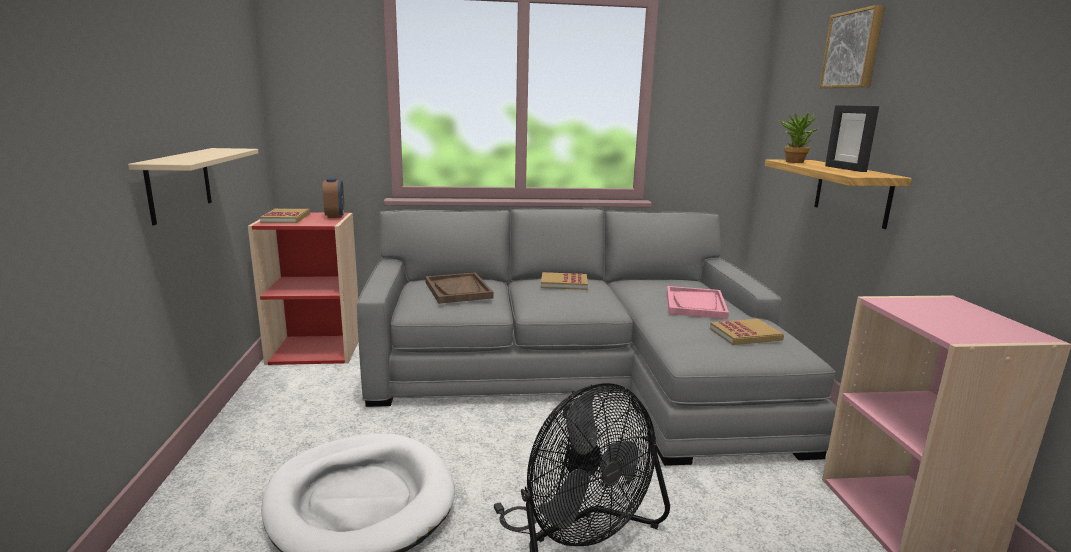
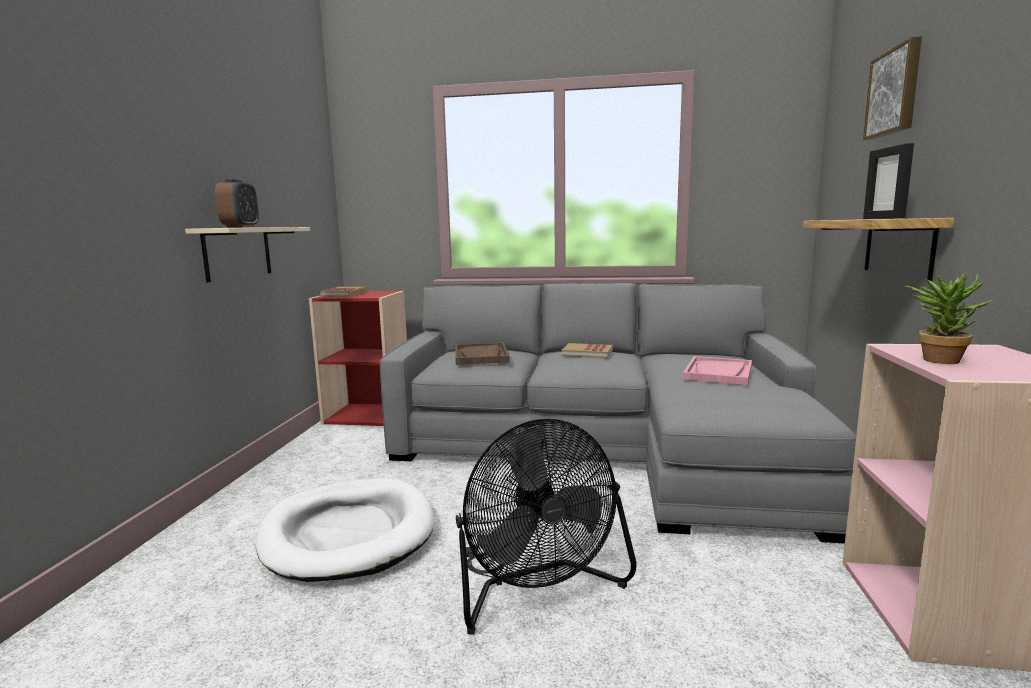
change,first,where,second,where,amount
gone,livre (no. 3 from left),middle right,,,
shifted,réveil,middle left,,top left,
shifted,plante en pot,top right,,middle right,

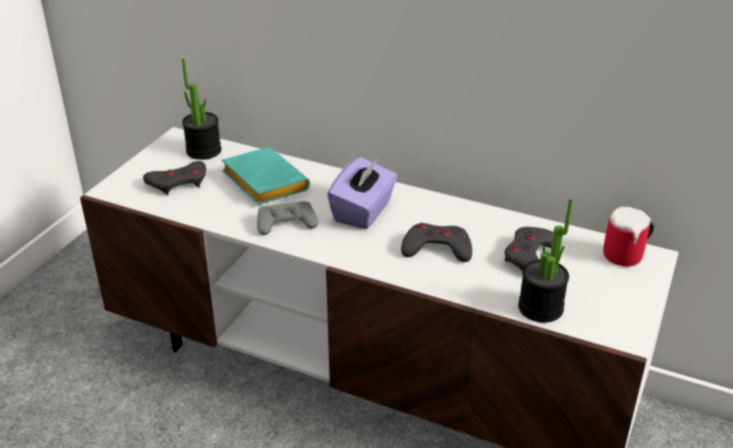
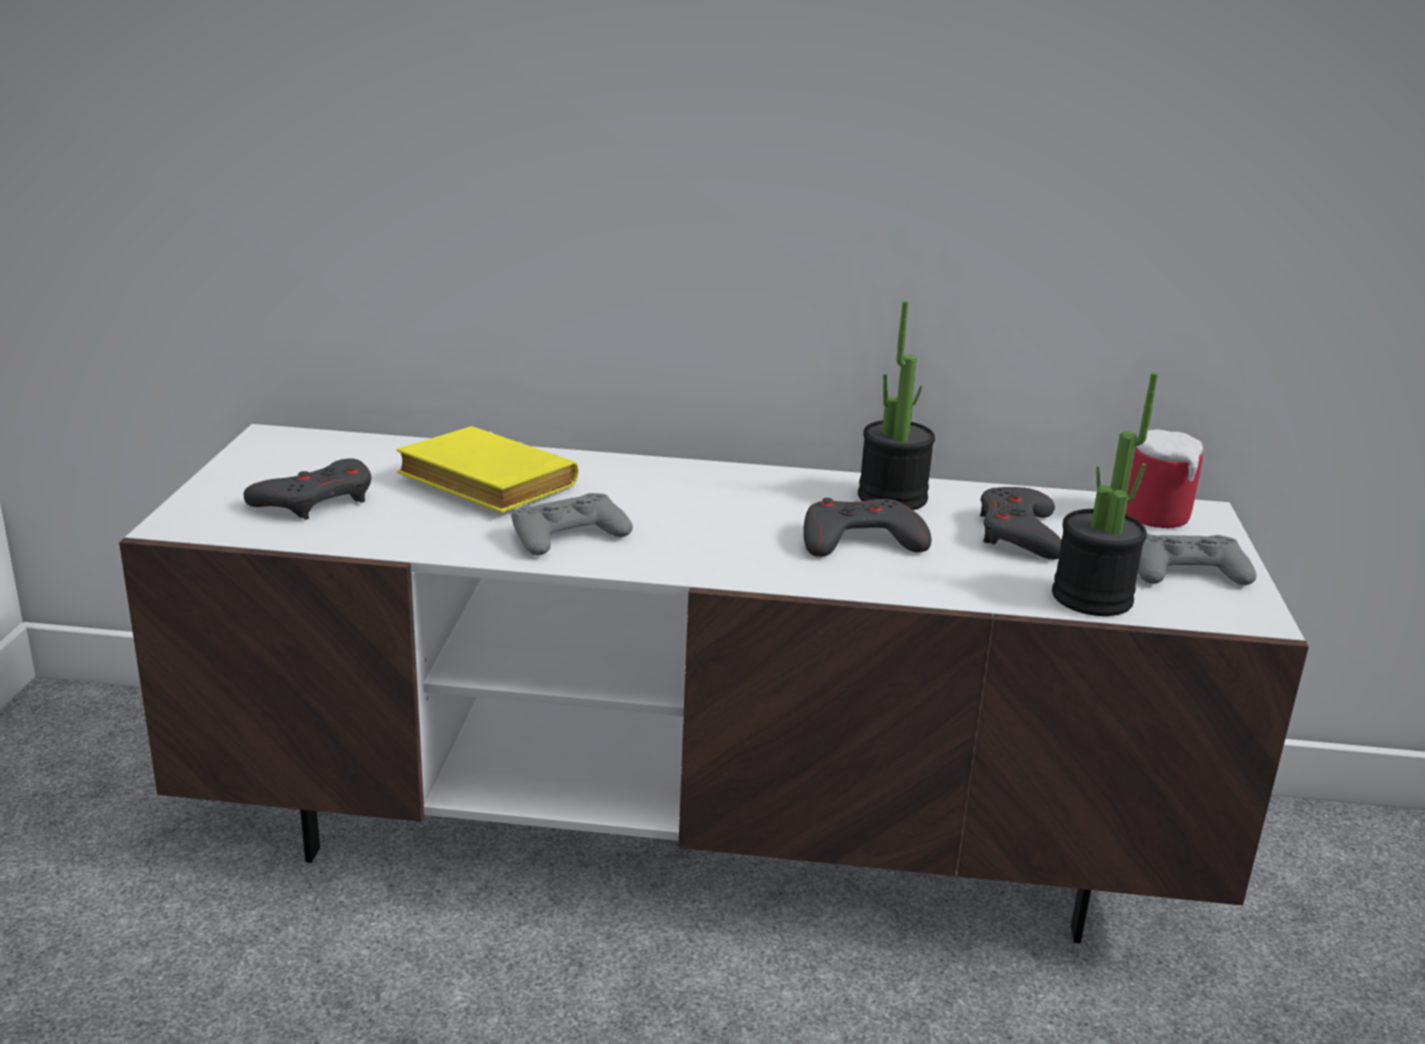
change,first,where,second,where,amount
gone,boîte à mouchoirs/violet,centre,,,
new,,,manette/gris (no. 5 from left),middle right,
shifted,plante en pot (no. 1 from left),top left,,centre,
repainted,livre/turquoise,centre,livre/jaune,centre,

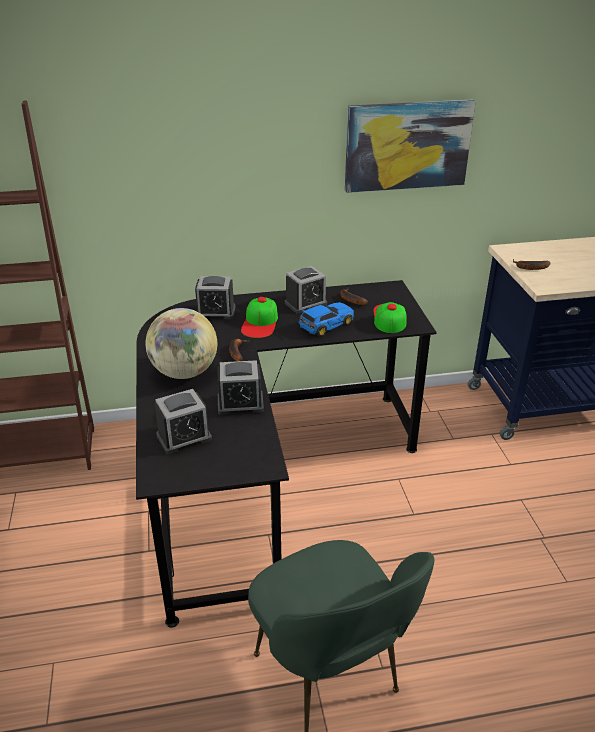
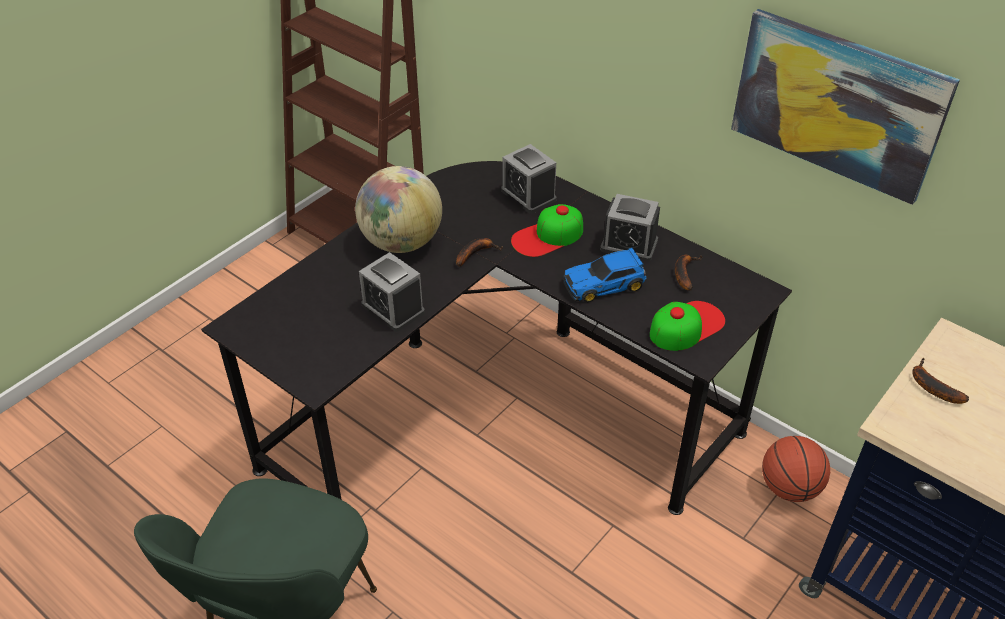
change,first,where,second,where,amount
gone,réveil (no. 1 from left),middle left,,,
new,,,ballon de basket,bottom right,
rotated,petite voiture,centre,,centre,150 degrees clockwise

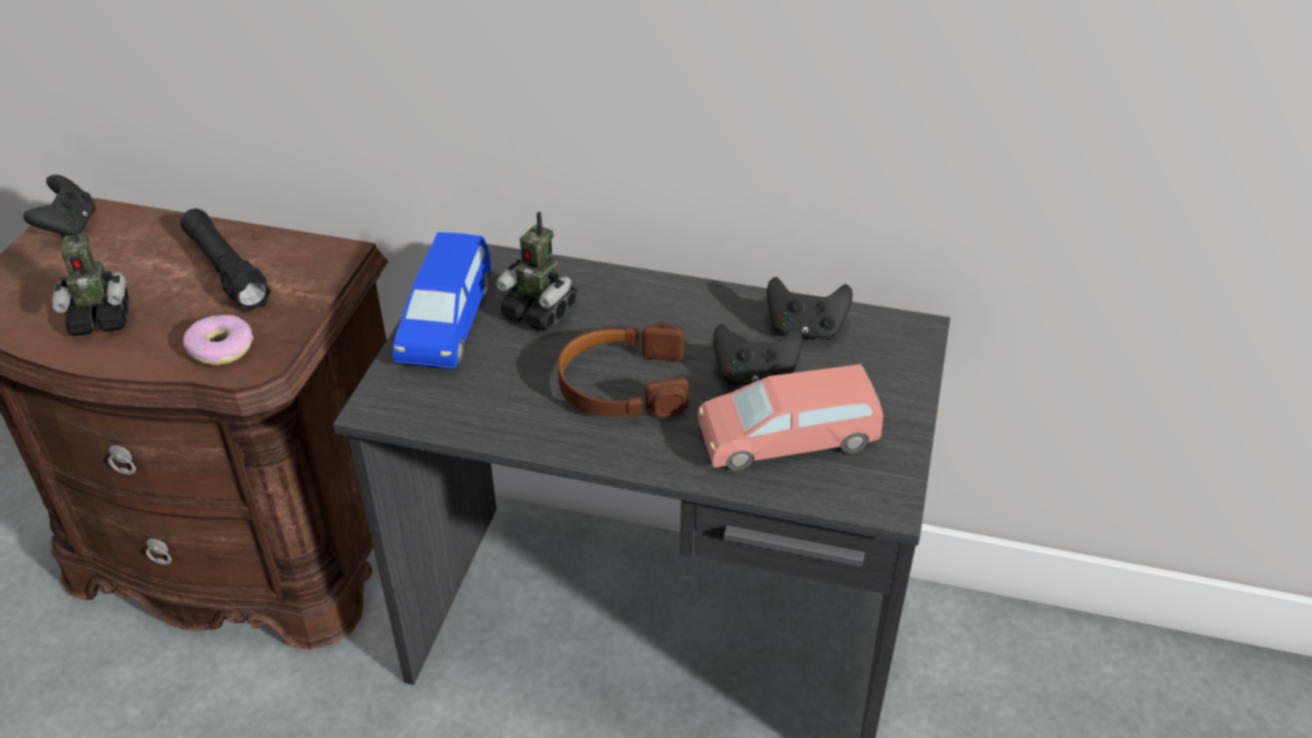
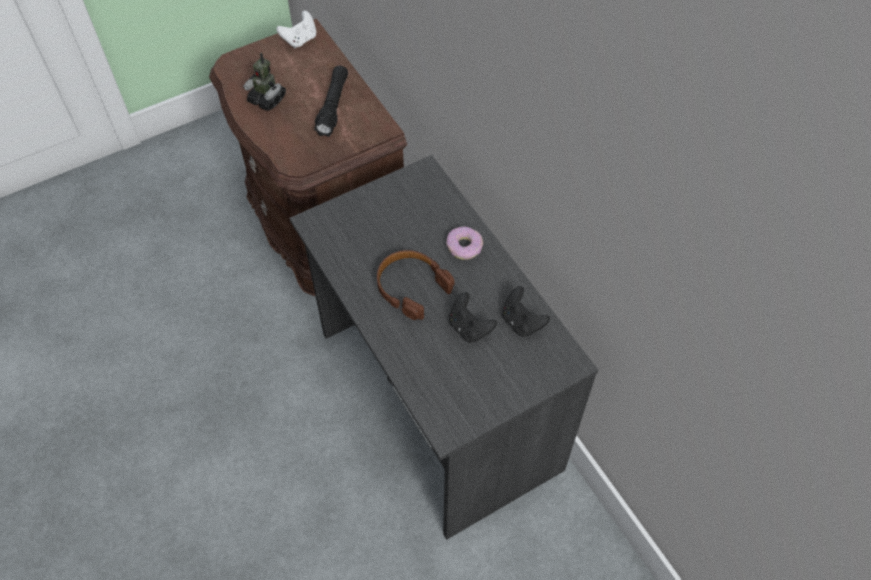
change,first,where,second,where,amount
gone,petite voiture/bleu,centre,,,
gone,robot jouet (no. 2 from left),centre,,,
gone,petite voiture/rose,centre,,,
shifted,beignet,middle left,,centre,
repainted,manette/noir (no. 1 from left),top left,manette/blanc,top centre,

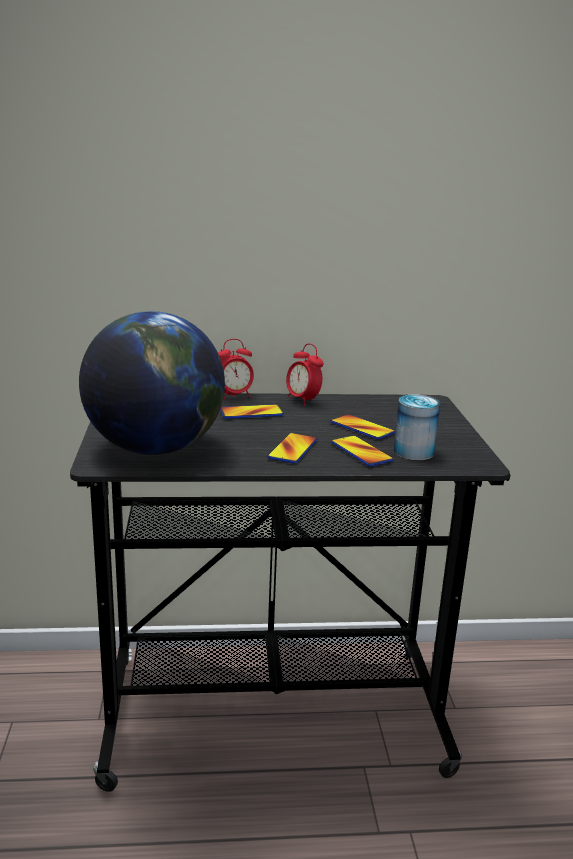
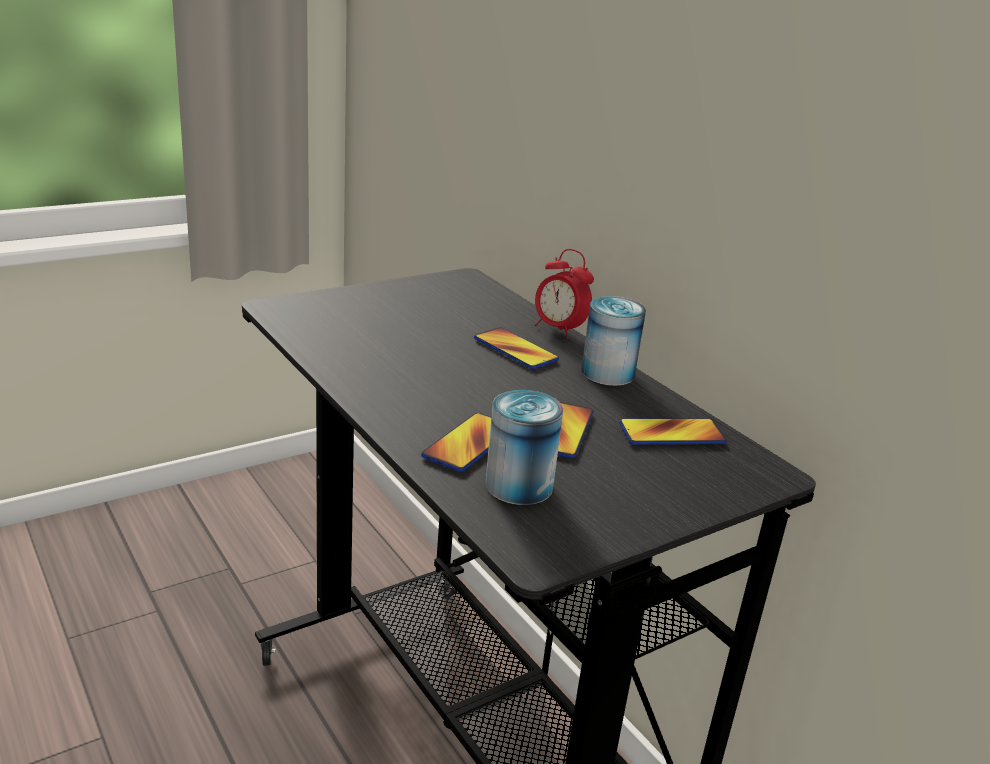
change,first,where,second,where,amount
gone,globe,middle left,,,
shifted,téléphone (no. 2 from left in the first image),centre,téléphone (no. 4 from left),middle right,
swapped,réveil (no. 2 from left),centre,boîte métallique (no. 2 from left),centre,

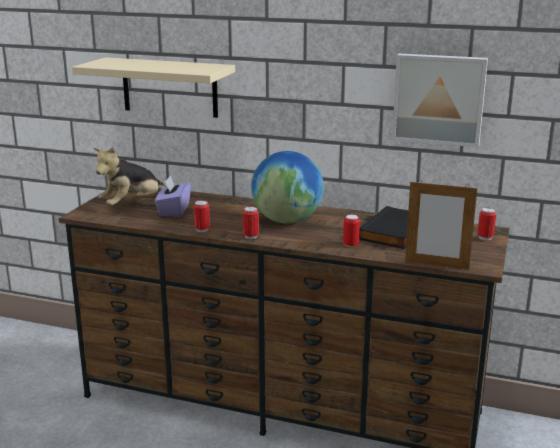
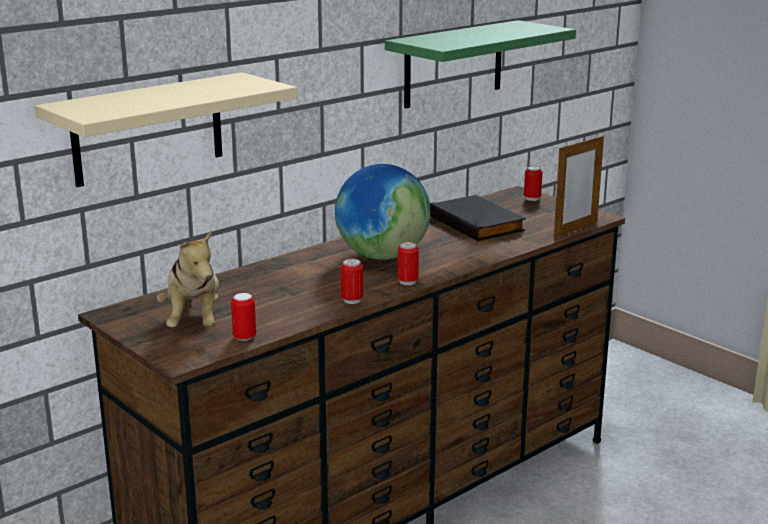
change,first,where,second,where,amount
gone,boîte à mouchoirs/violet,middle left,,,
shifted,boîte métallique (no. 3 from left in the first image),centre,boîte métallique (no. 1 from left),middle left,
swapped,tableau,top right,étagère/vert,top centre,

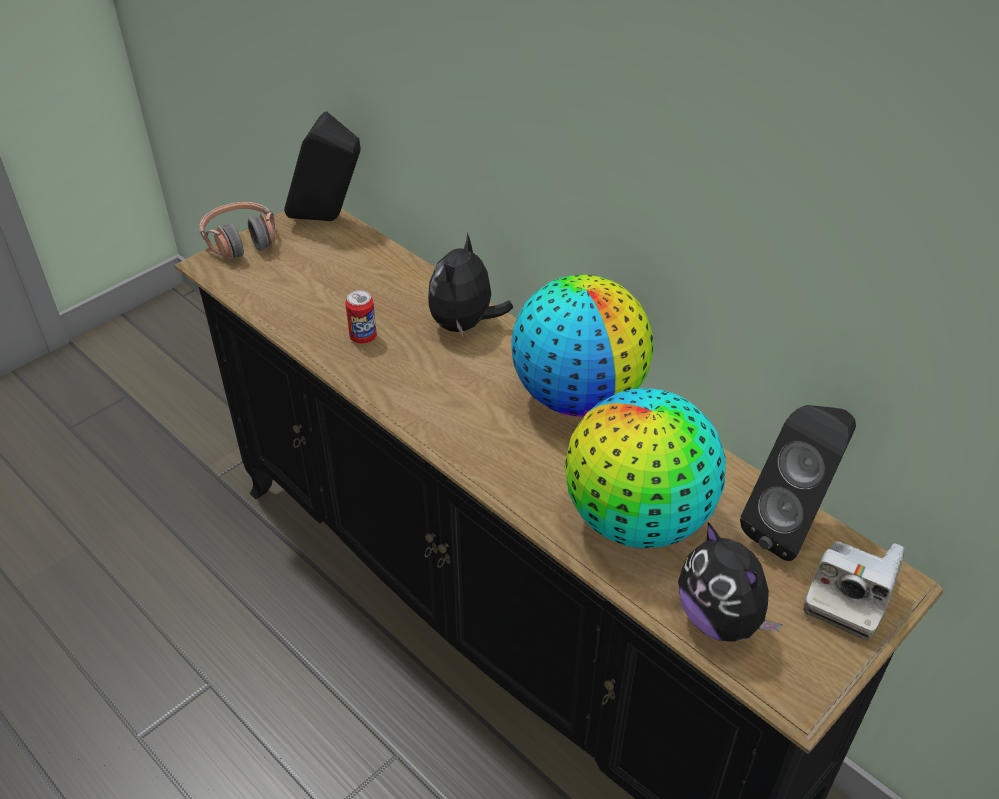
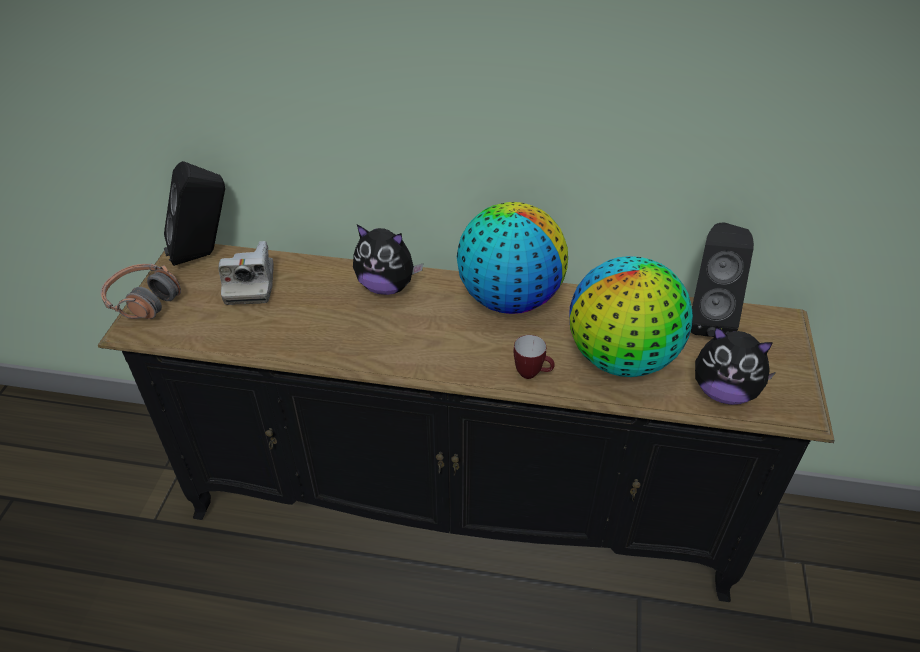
change,first,where,second,where,amount
gone,boîte métallique,centre,,,
new,,,mug,centre,
shifted,appareil photo,bottom right,,middle left,
rotated,peluche (no. 1 from left),centre,,centre,60 degrees counterclockwise

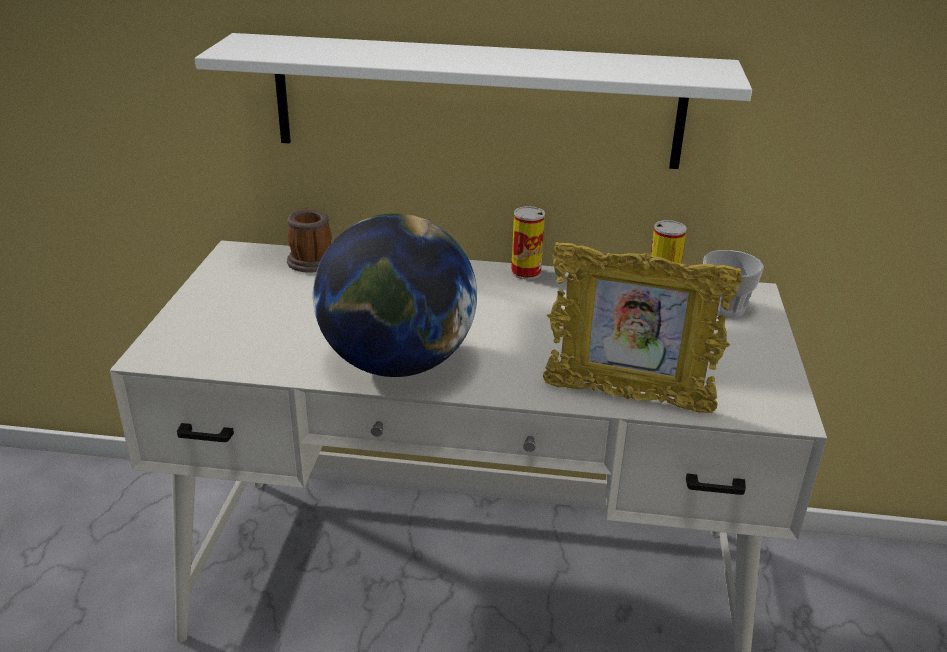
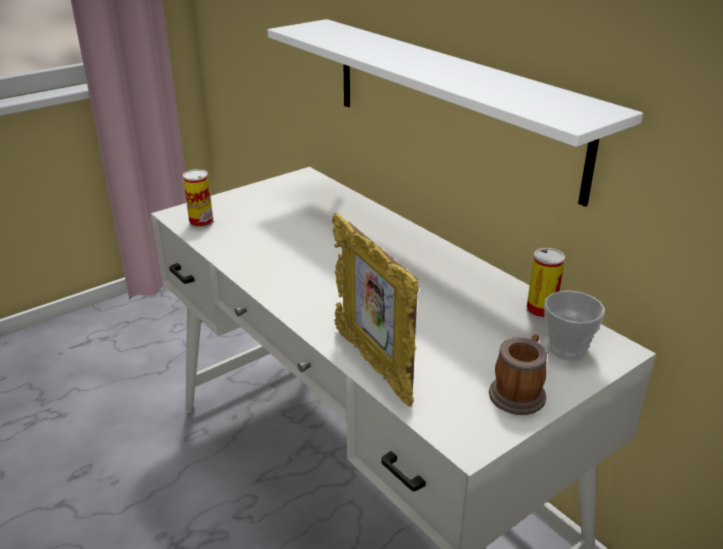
change,first,where,second,where,amount
gone,globe,centre,,,
shifted,mug,middle left,,bottom right,
shifted,boîte métallique (no. 1 from left),centre,,middle left,

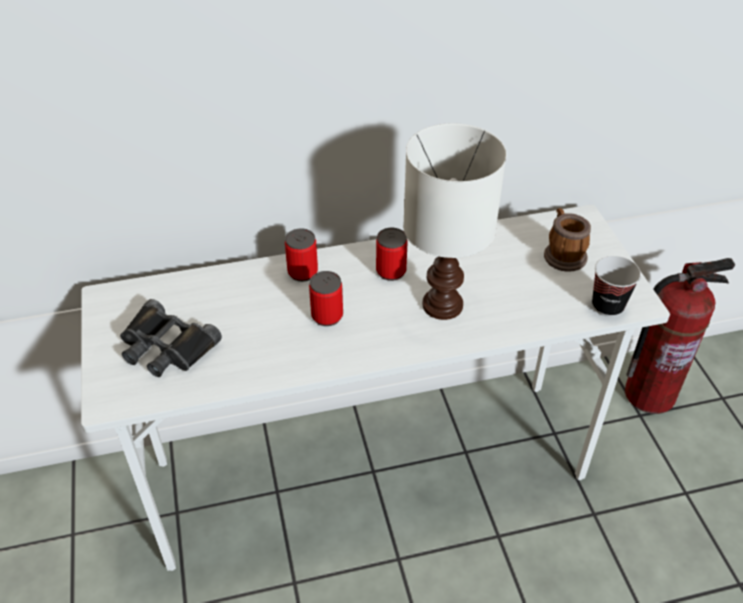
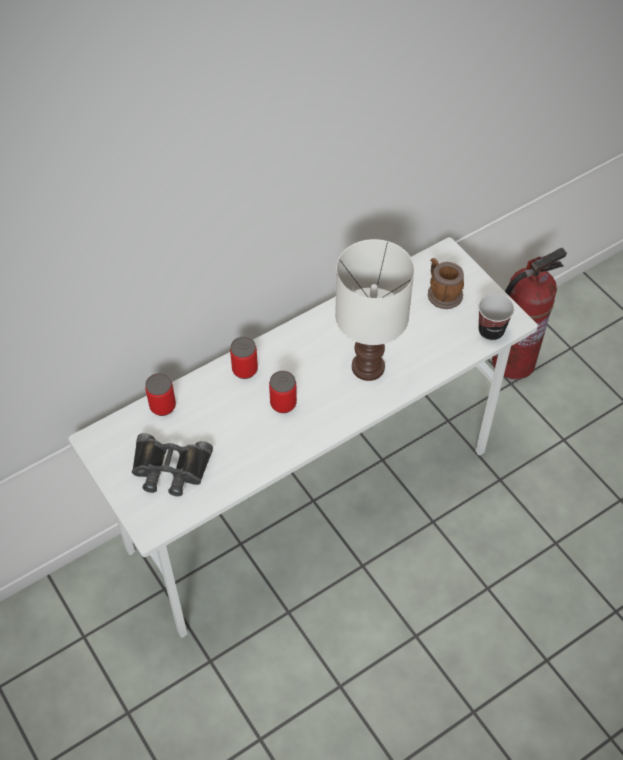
change,first,where,second,where,amount
shifted,boîte métallique (no. 3 from left in the first image),centre,boîte métallique (no. 1 from left),middle left,

